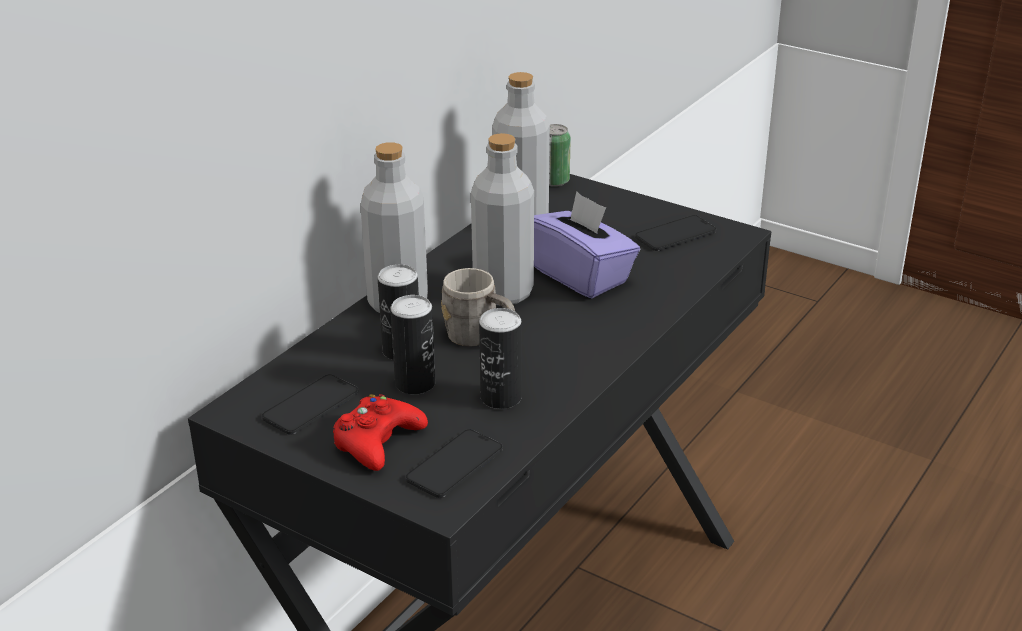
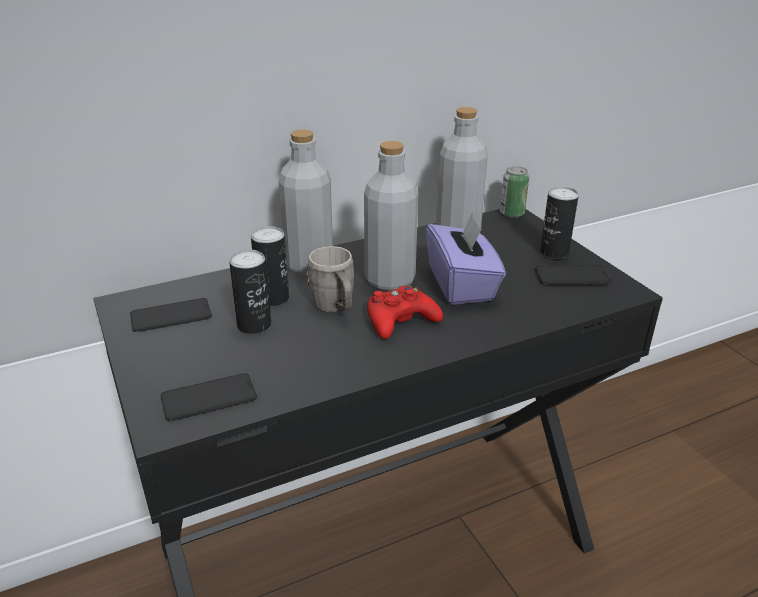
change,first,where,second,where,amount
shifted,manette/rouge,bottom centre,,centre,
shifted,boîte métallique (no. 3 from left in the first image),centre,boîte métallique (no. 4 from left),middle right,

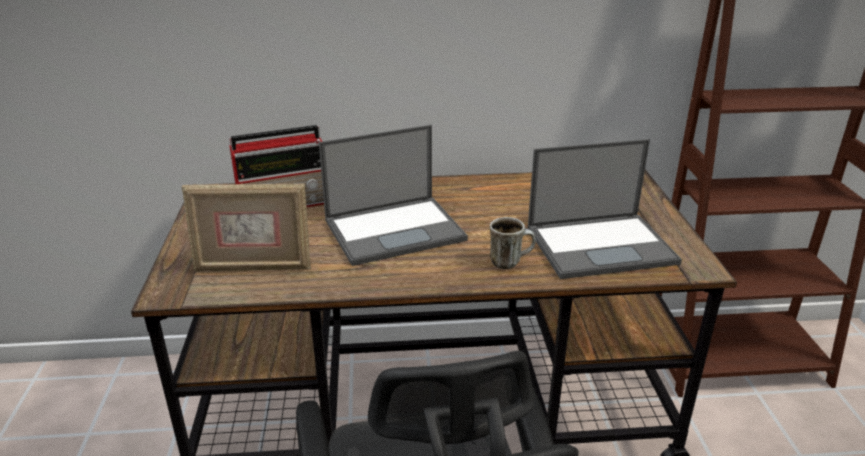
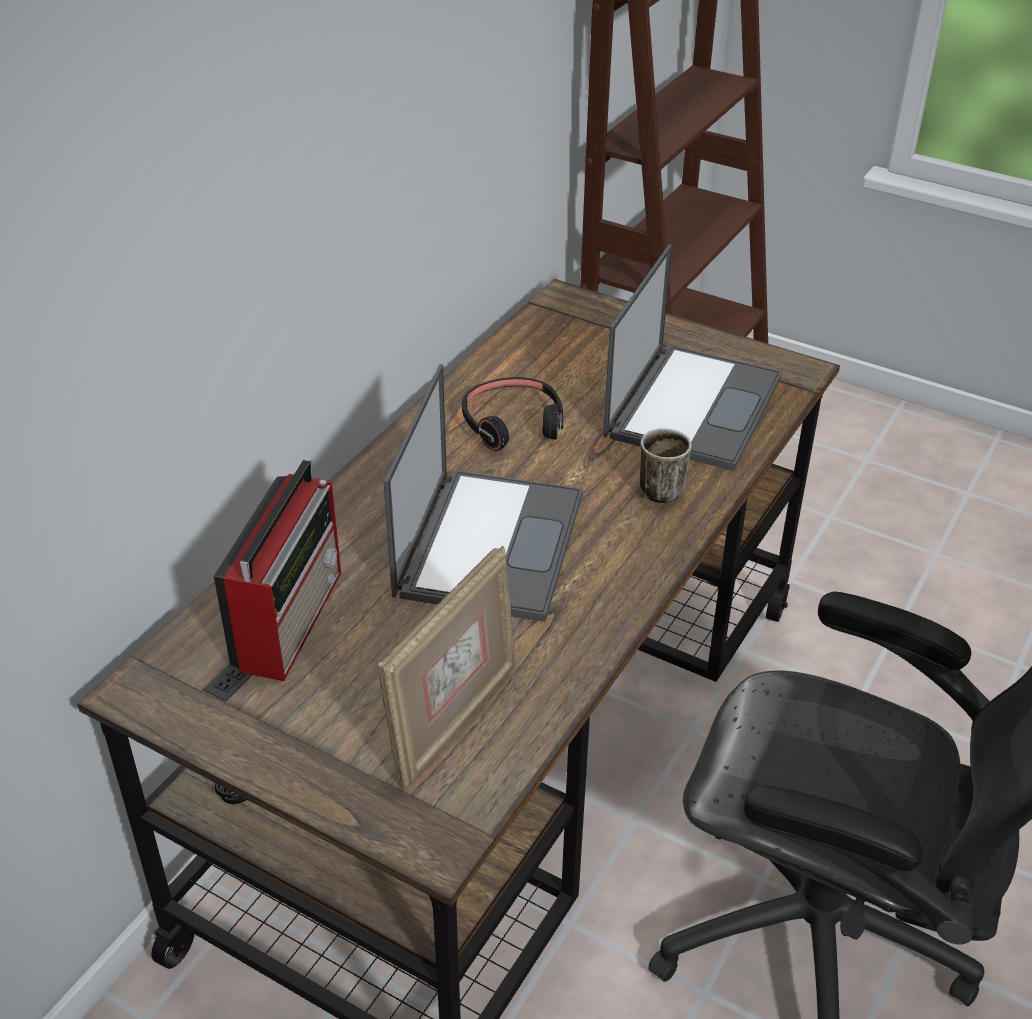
change,first,where,second,where,amount
new,,,casque audio/noir,centre,

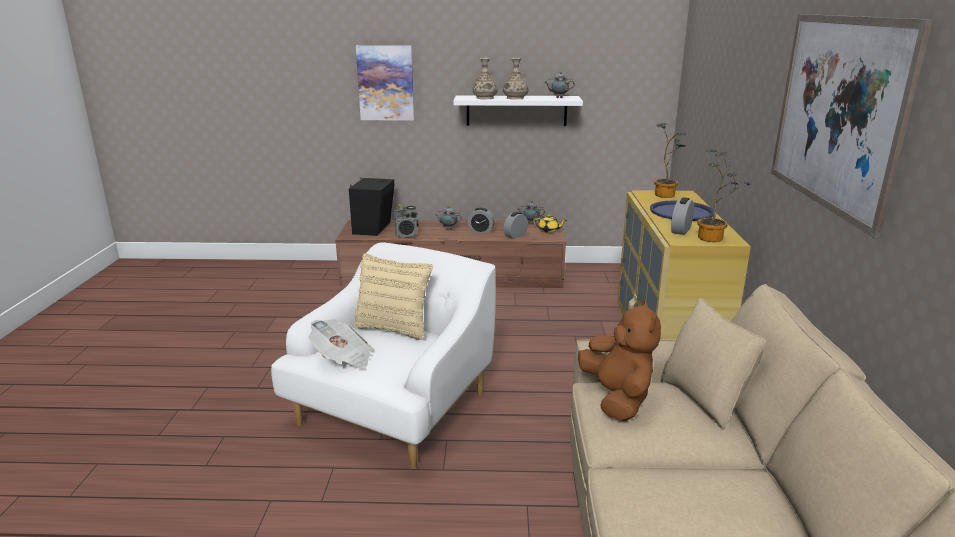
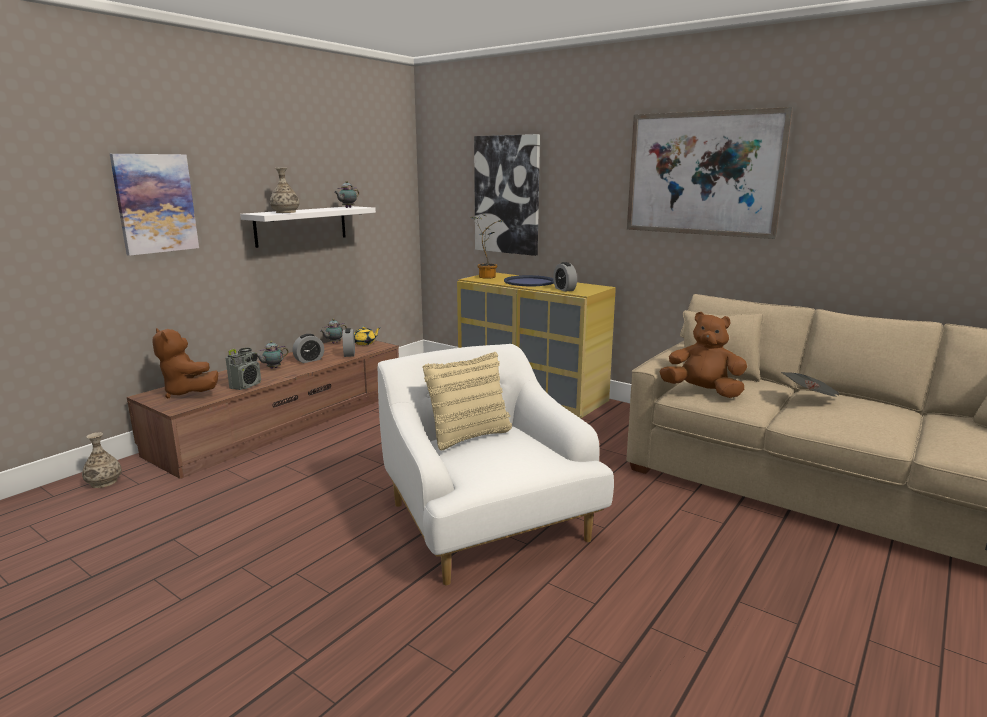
change,first,where,second,where,amount
gone,plante en pot (no. 2 from left),middle right,,,
new,,,tableau (no. 2 from left),top centre,
shifted,journal,centre,,middle right,
shifted,vase (no. 2 from left in the first image),top centre,vase (no. 1 from left),middle left,
swapped,enceinte/noir,centre,peluche/marron (no. 1 from left),middle left,

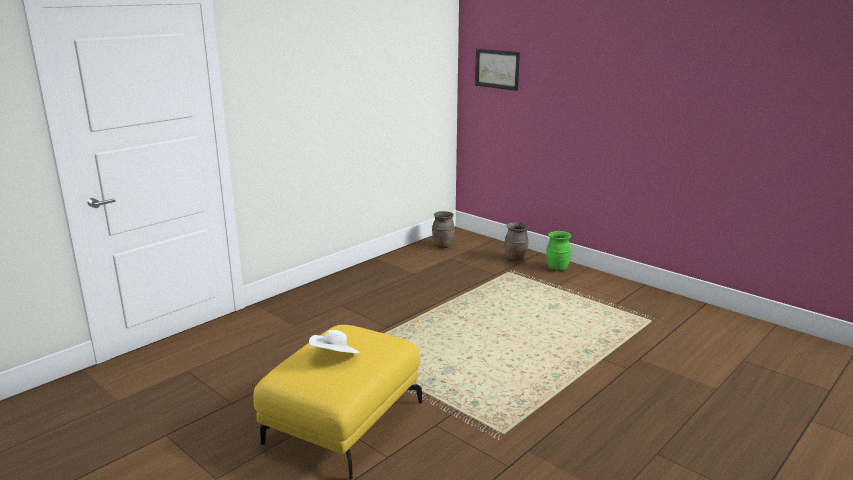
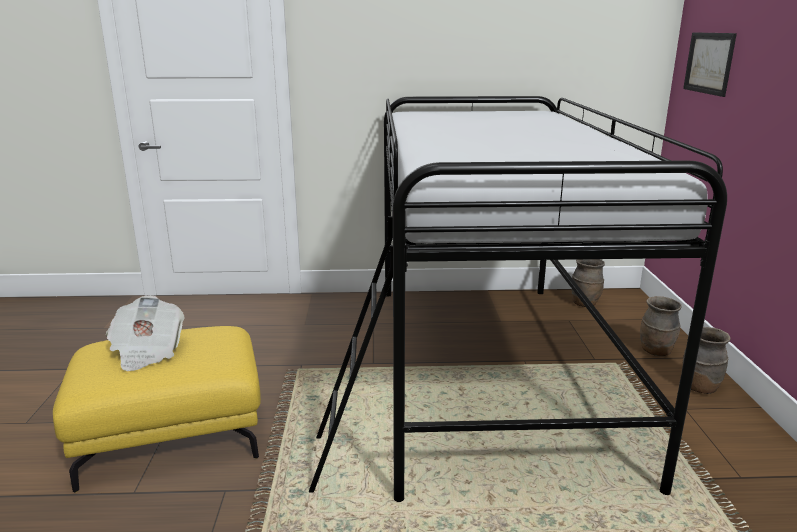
change,first,where,second,where,amount
new,,,lit/noir,centre,
swapped,chapeau/blanc,bottom centre,journal,middle left,
repainted,vase/vert,centre,vase/marron (no. 3 from left),bottom right,

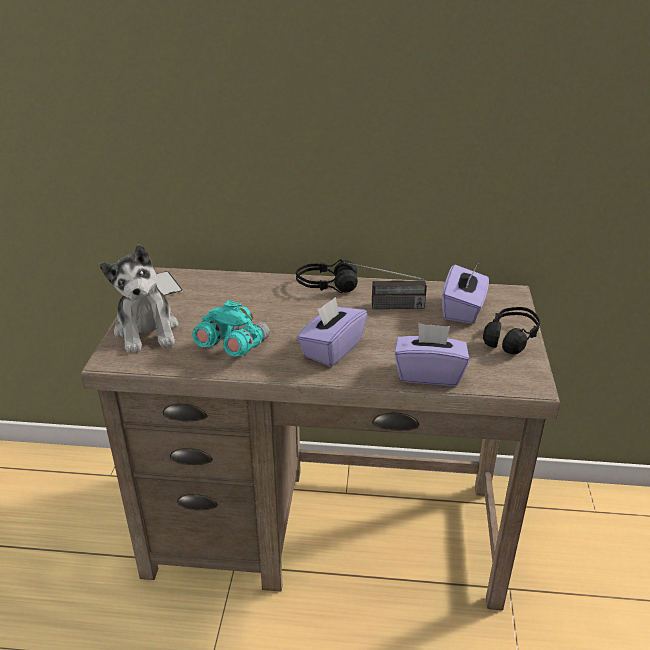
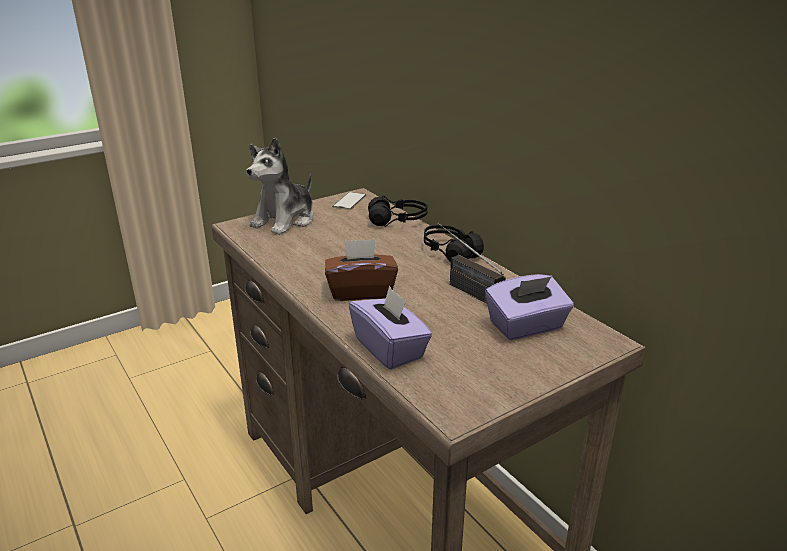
change,first,where,second,where,amount
gone,jumelles/turquoise,centre,,,
shifted,casque audio/noir (no. 2 from left in the first image),middle right,casque audio/noir (no. 1 from left),centre,
repainted,boîte à mouchoirs/violet (no. 1 from left),centre,boîte à mouchoirs/marron,centre,

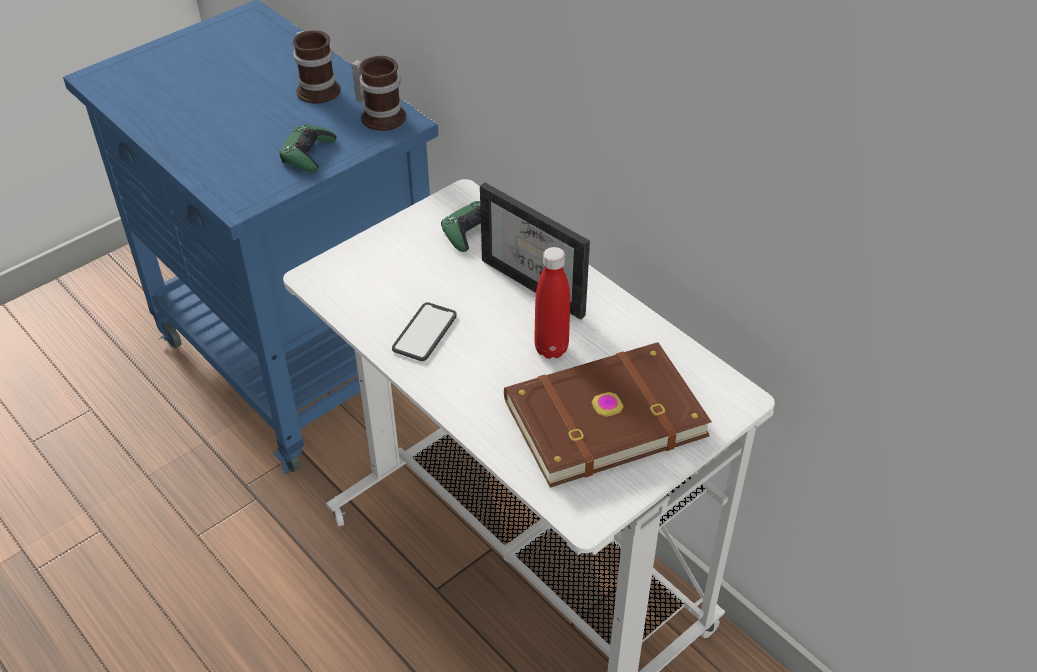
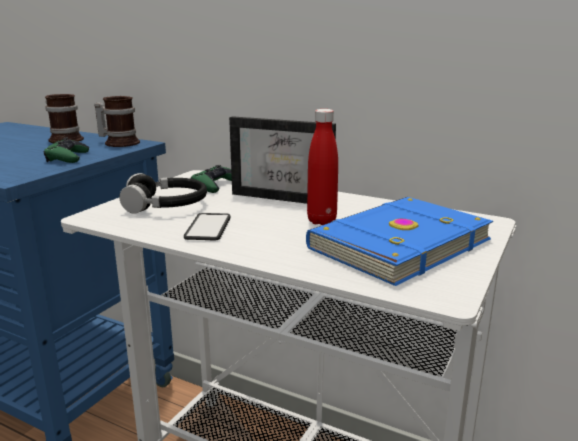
change,first,where,second,where,amount
new,,,casque audio/noir,middle left,
repainted,livre/marron,centre,livre/bleu,middle right,

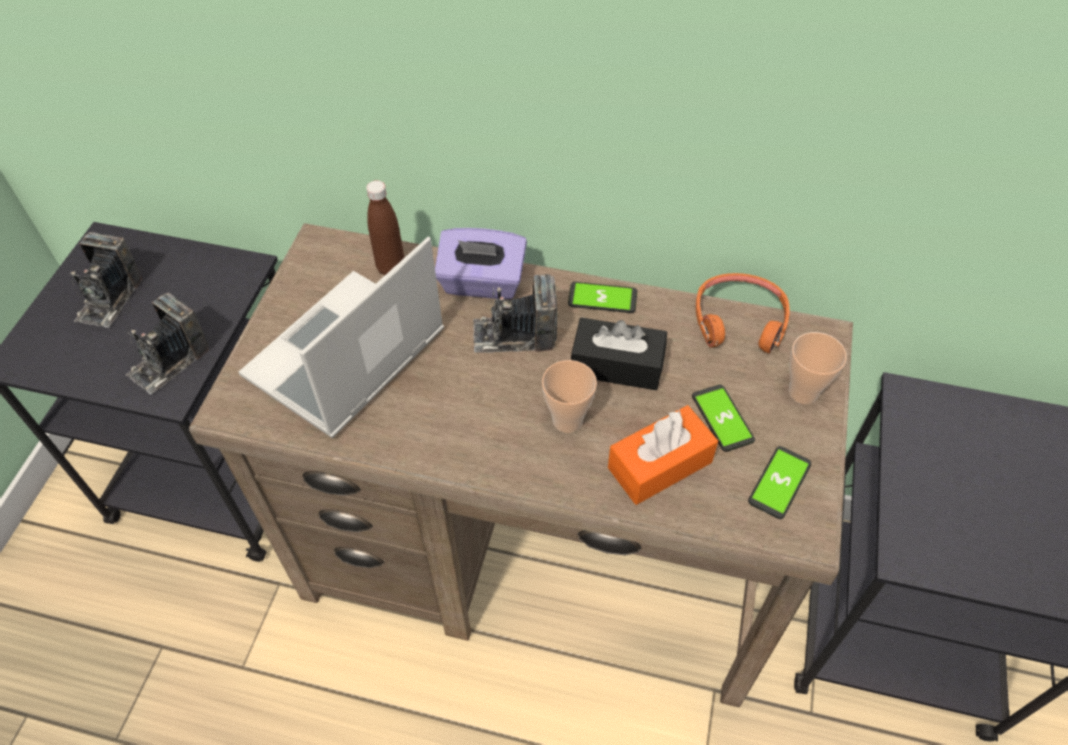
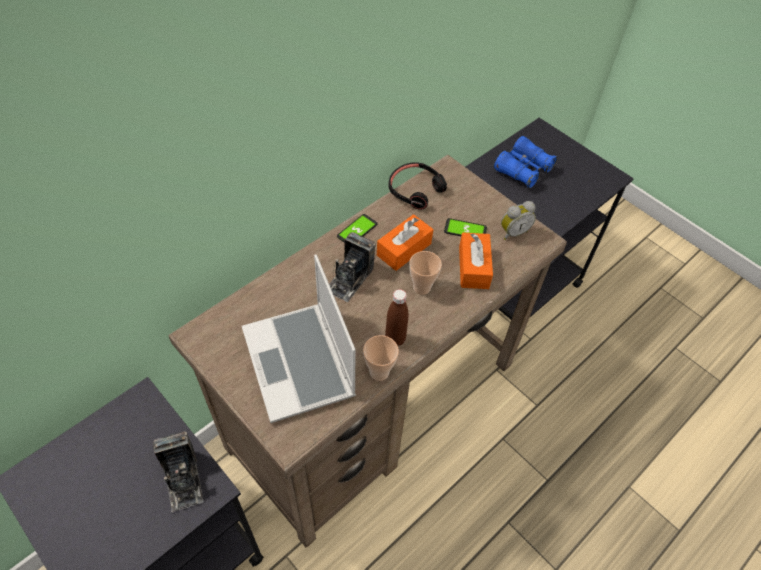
change,first,where,second,where,amount
gone,appareil photo (no. 1 from left),middle left,,,
gone,boîte à mouchoirs/violet,centre,,,
new,,,jumelles/bleu,top right,
shifted,bouteille/marron,top centre,,centre,
shifted,tasse (no. 2 from left in the first image),middle right,tasse (no. 1 from left),centre,
swapped,téléphone (no. 3 from left),middle right,réveil,middle right,
repainted,boîte à mouchoirs/noir,centre,boîte à mouchoirs/orange (no. 1 from left),centre,
repainted,casque audio/orange,middle right,casque audio/noir,top centre,

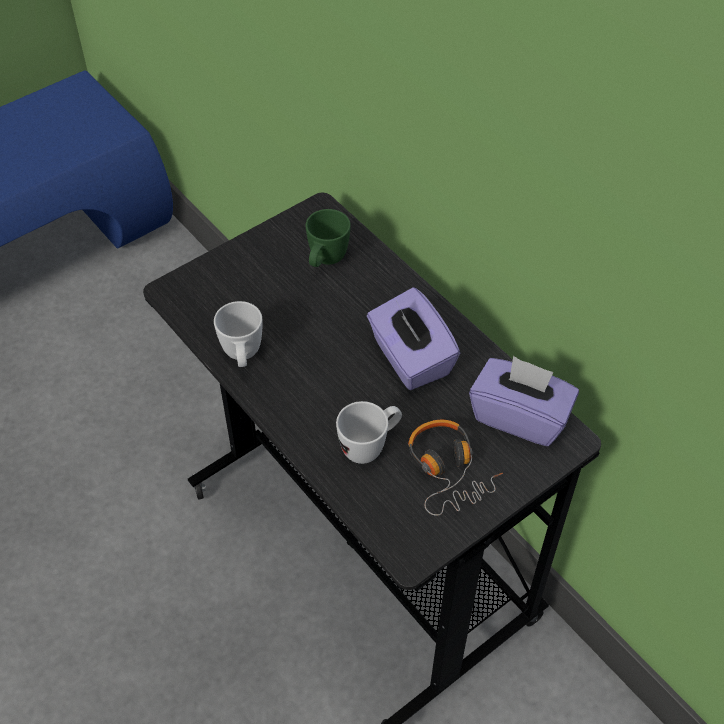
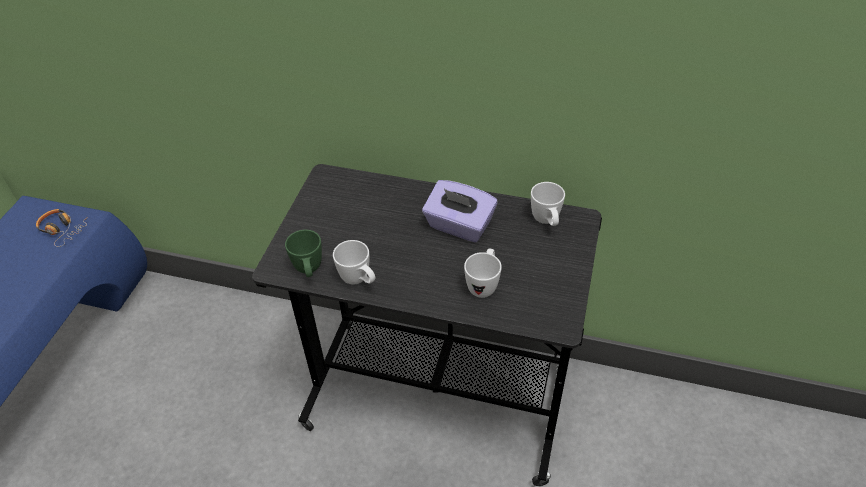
change,first,where,second,where,amount
shifted,mug/vert,top centre,,centre,
shifted,casque audio,centre,,middle left,
swapped,boîte à mouchoirs/violet (no. 2 from left),middle right,mug/blanc (no. 3 from left),centre,

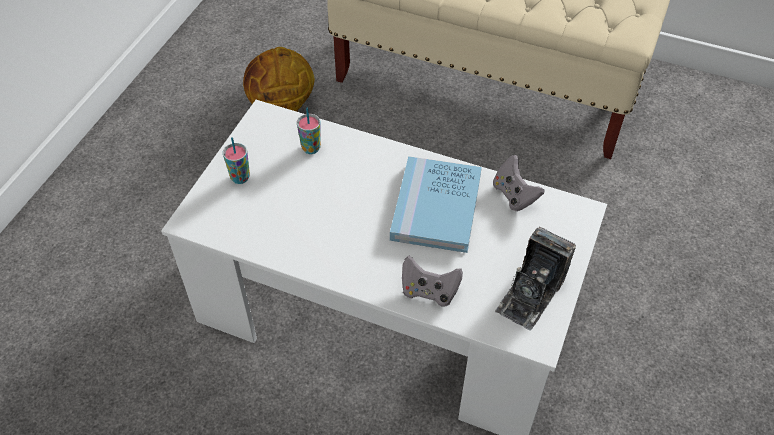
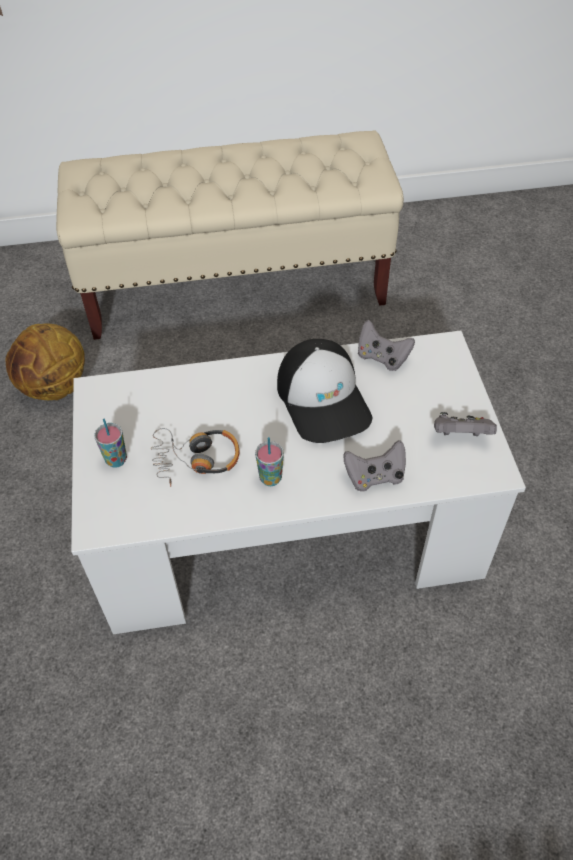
change,first,where,second,where,amount
new,,,casque audio,centre,
shifted,tasse (no. 2 from left),top centre,,centre,
swapped,livre/bleu,centre,casquette,centre,
swapped,appareil photo,middle right,manette/gris (no. 3 from left),middle right,

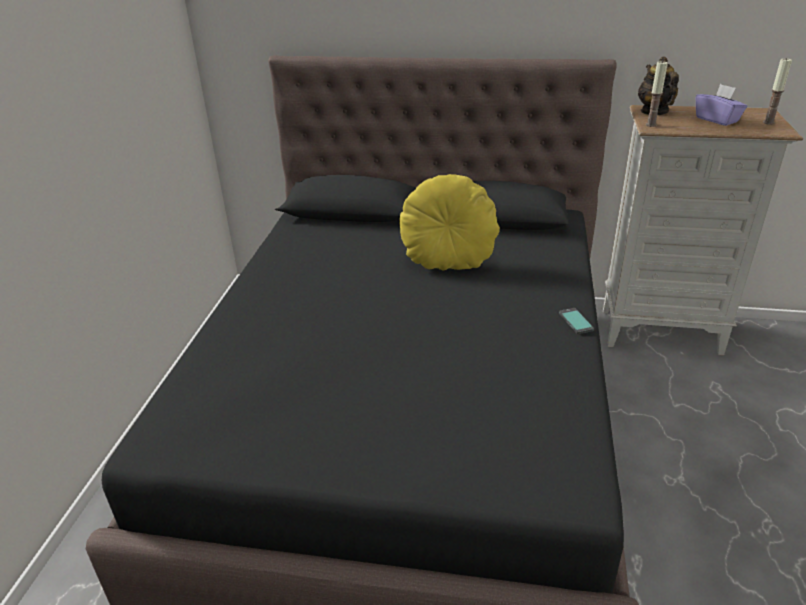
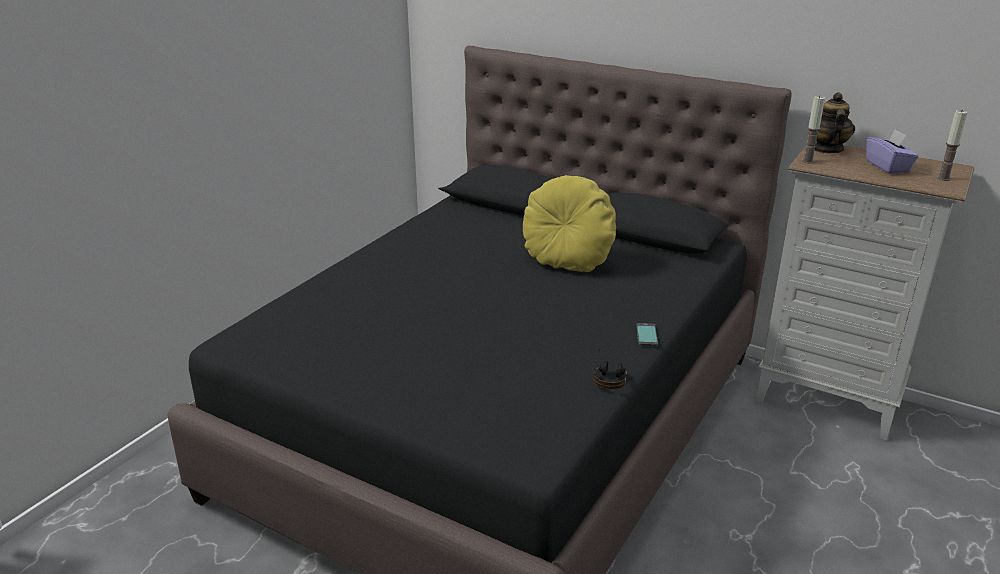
change,first,where,second,where,amount
new,,,casque audio,centre,

